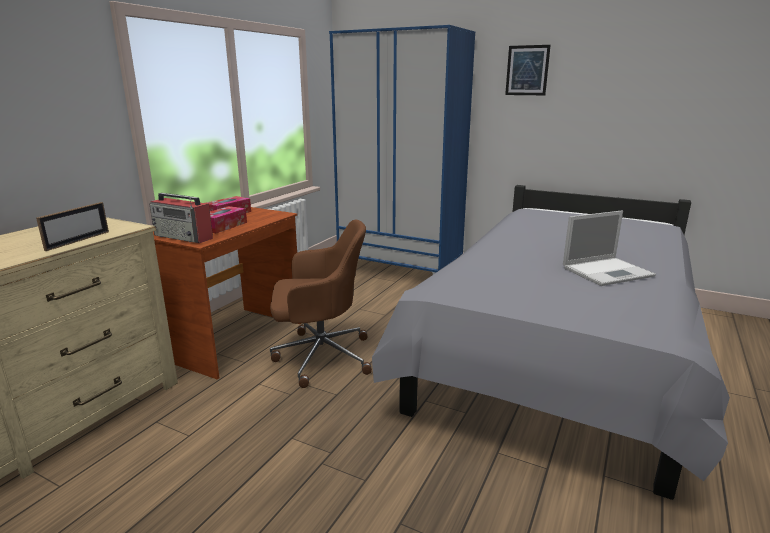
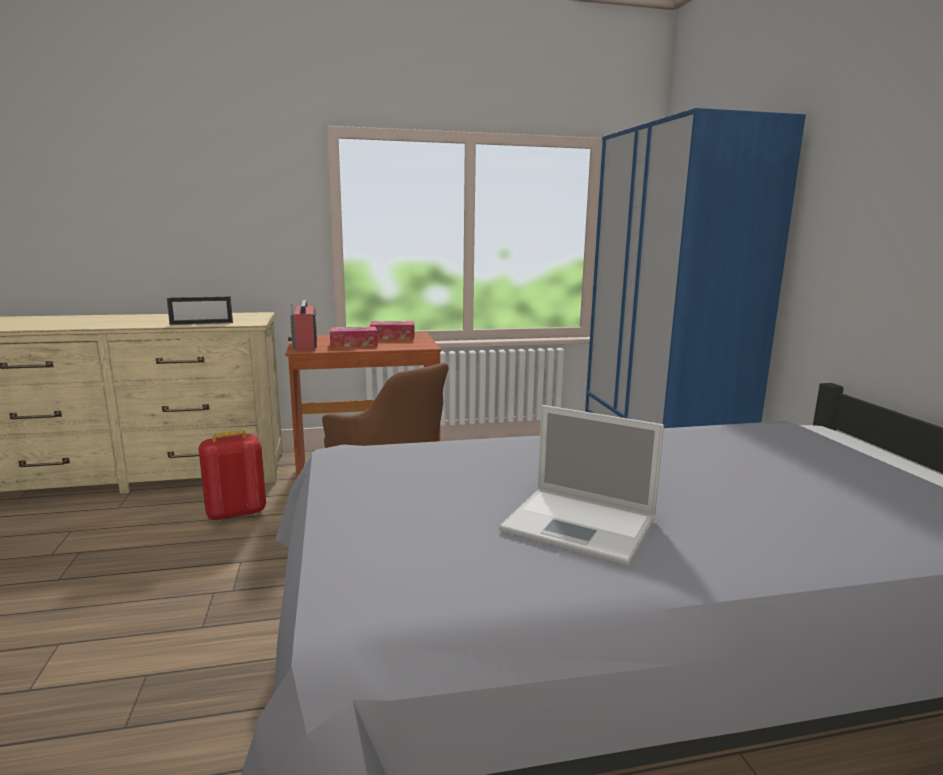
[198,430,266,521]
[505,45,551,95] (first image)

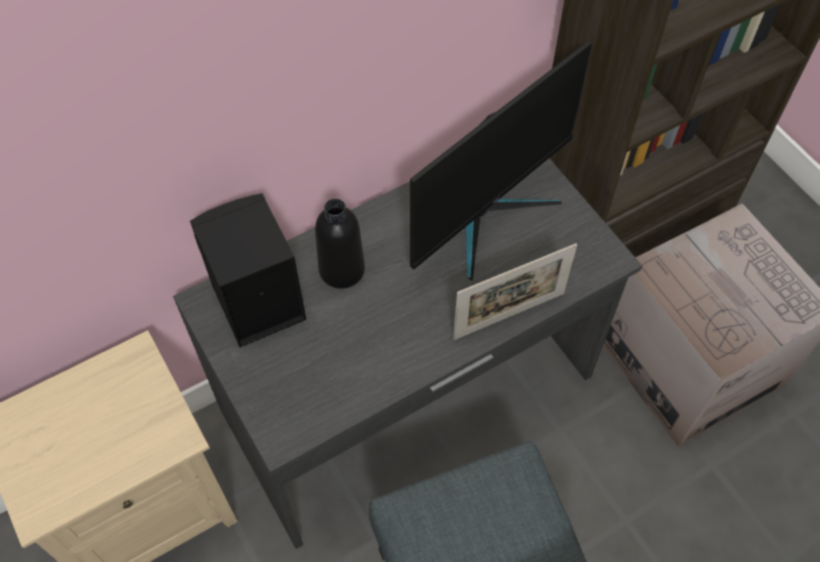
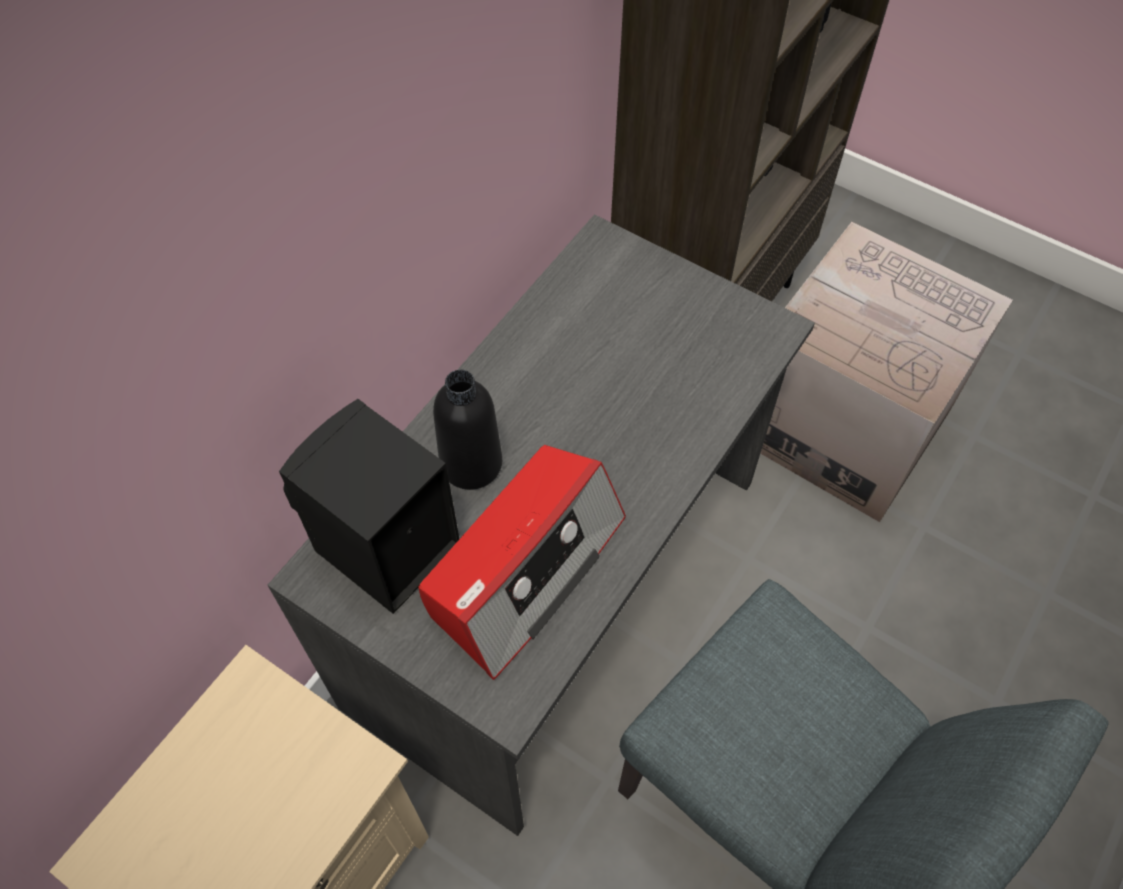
[418,445,626,680]
[410,41,592,281] (first image)
[453,243,577,340] (first image)

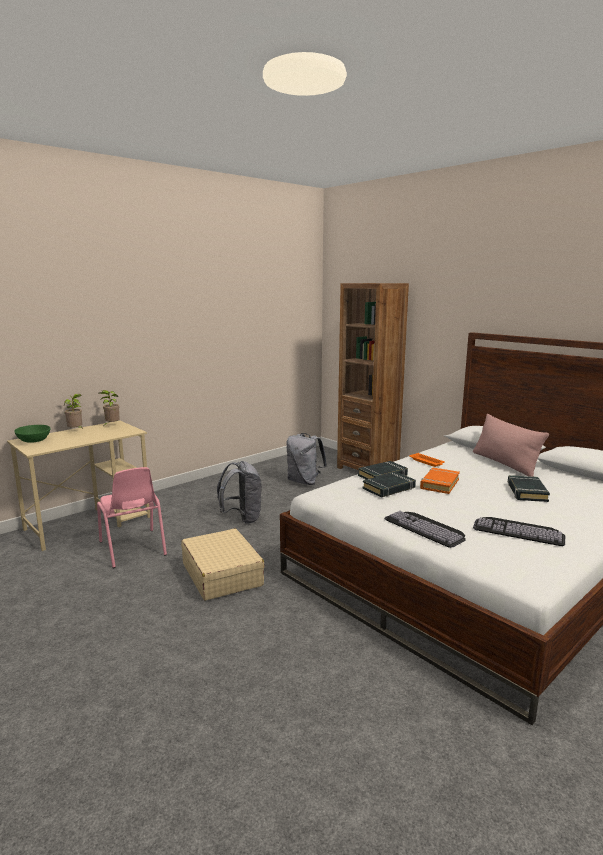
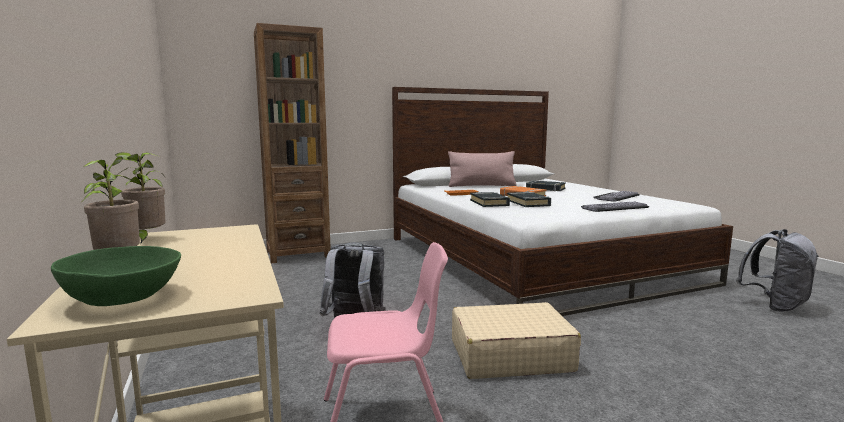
[736,229,819,312]

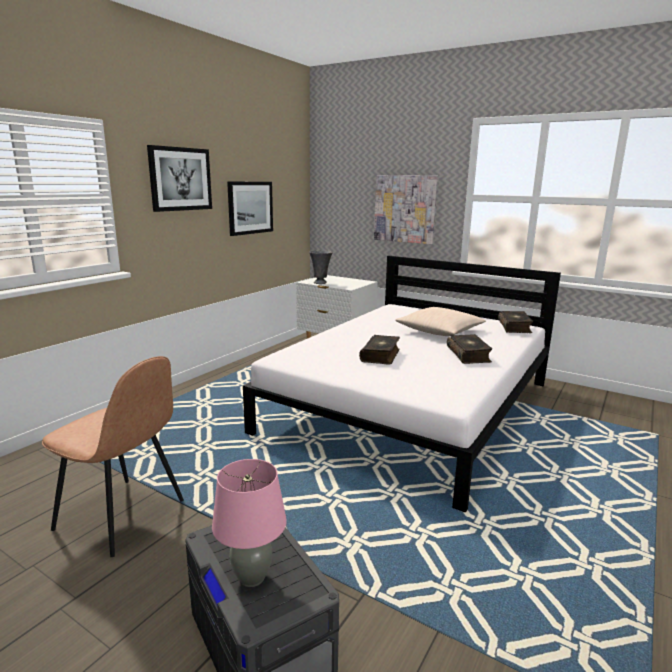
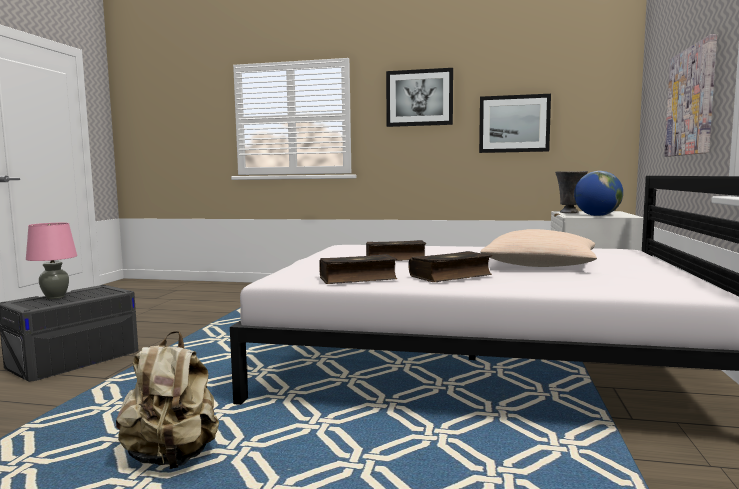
[116,331,219,469]
[319,254,397,284]
[574,171,623,216]
[42,356,184,557] (first image)

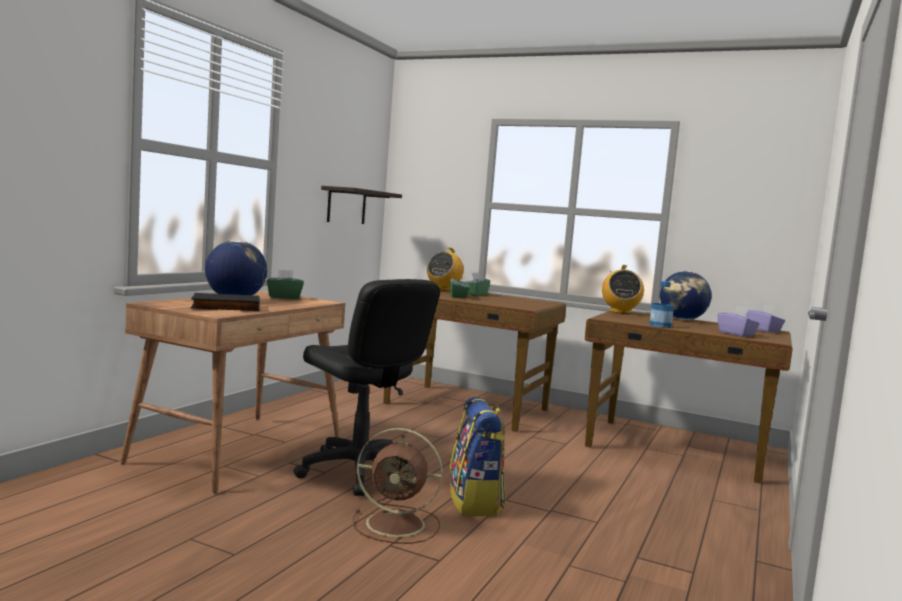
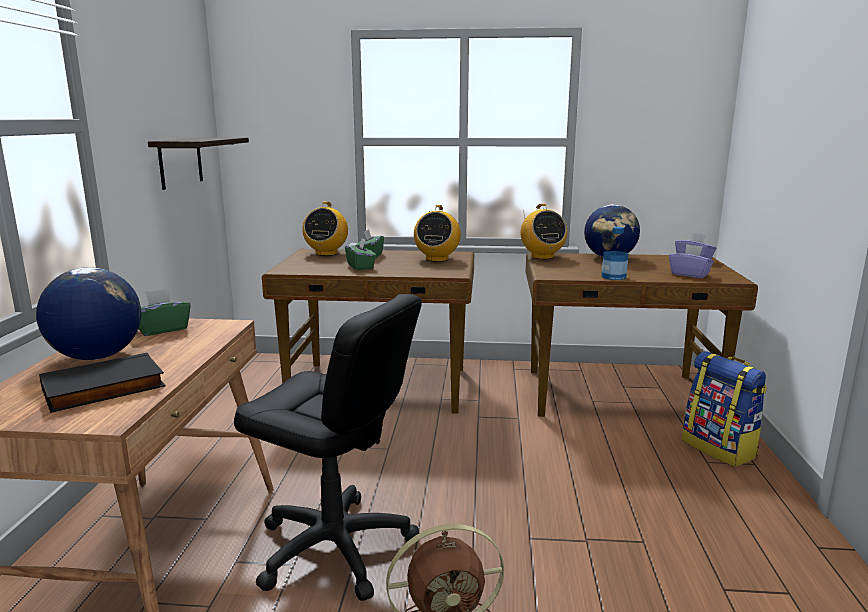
[414,205,461,262]
[682,351,767,467]

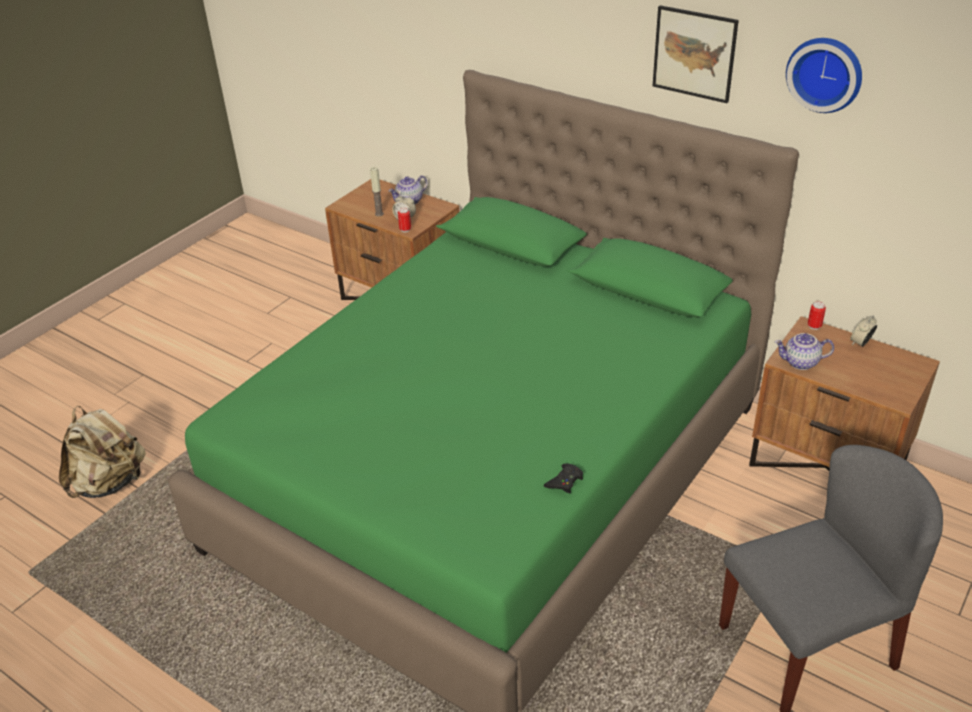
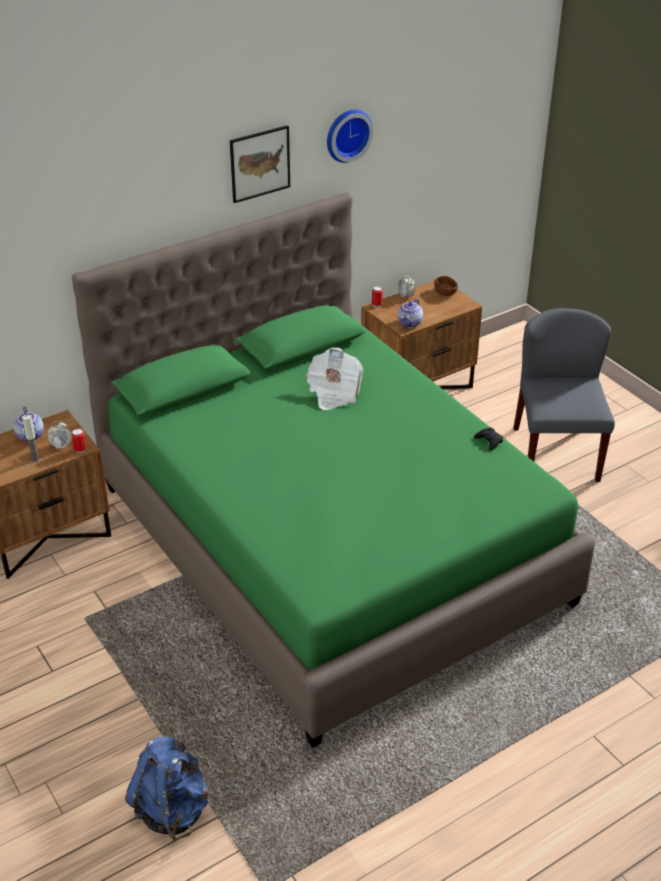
[125,737,208,841]
[306,348,364,410]
[434,276,458,296]

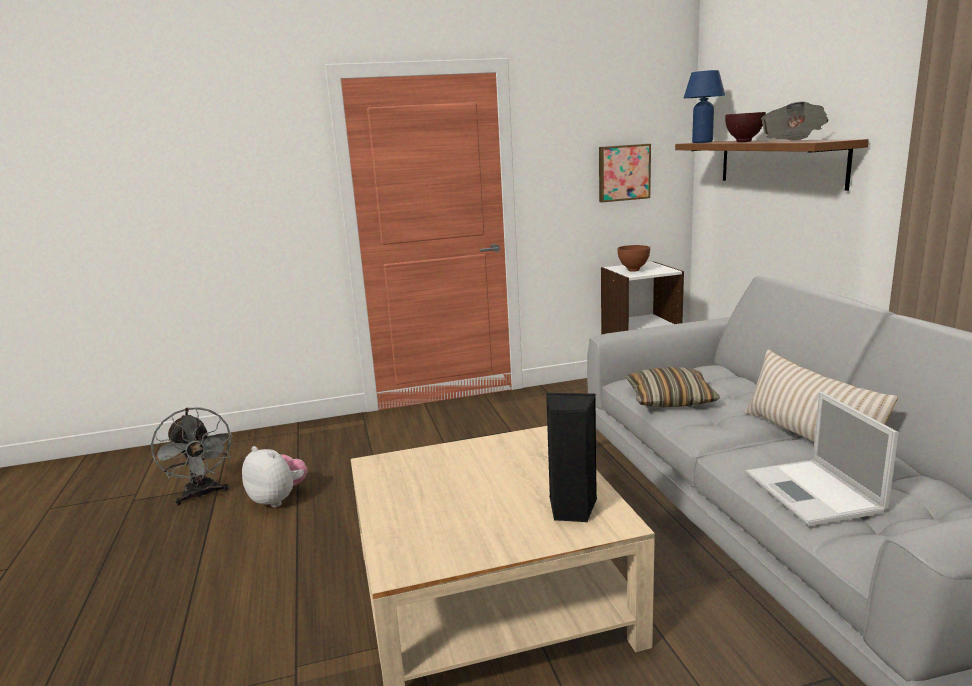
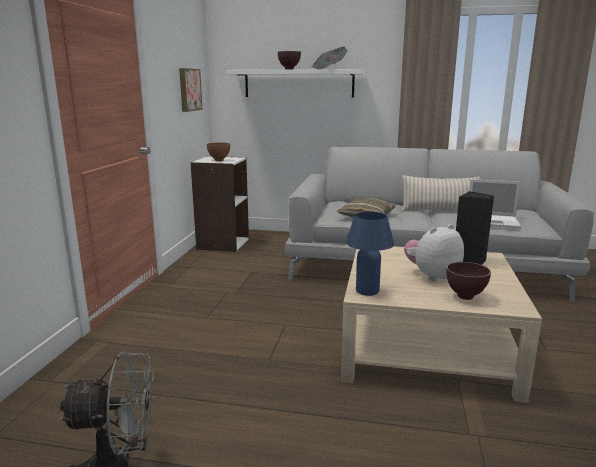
[226,69,365,98]
[346,212,394,296]
[404,224,464,282]
[446,262,491,300]

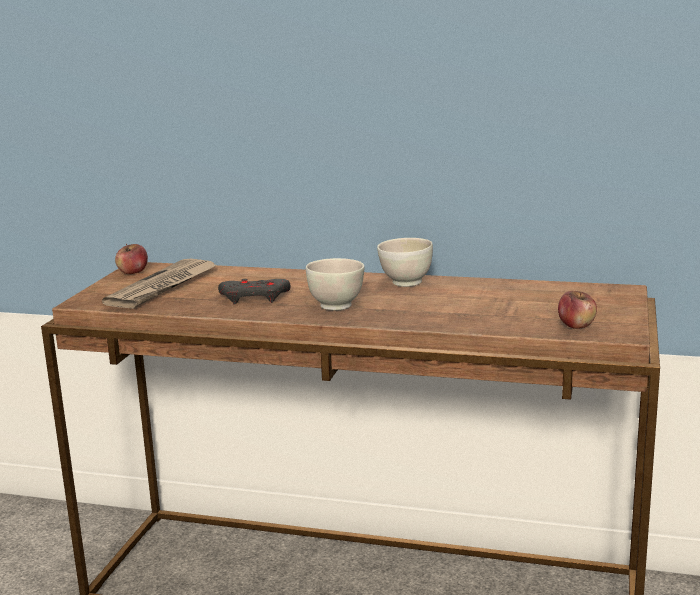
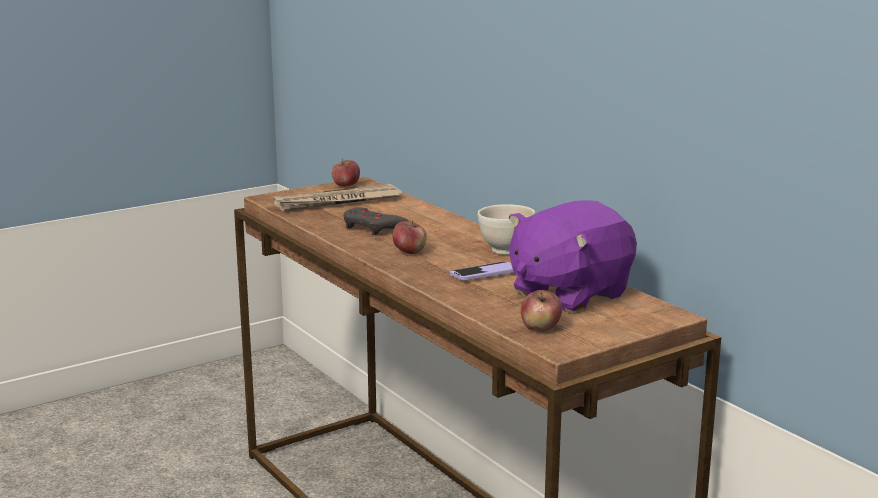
[392,220,427,254]
[450,262,514,281]
[509,200,637,312]

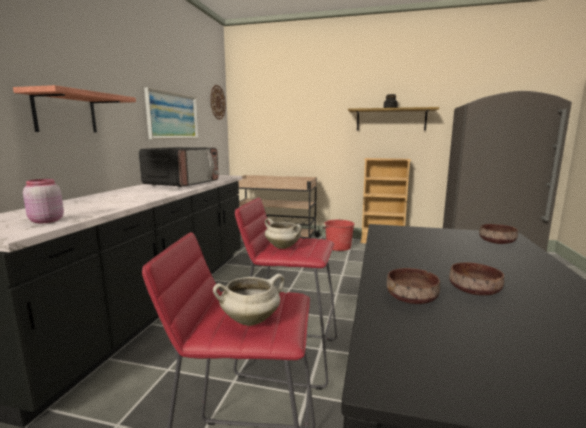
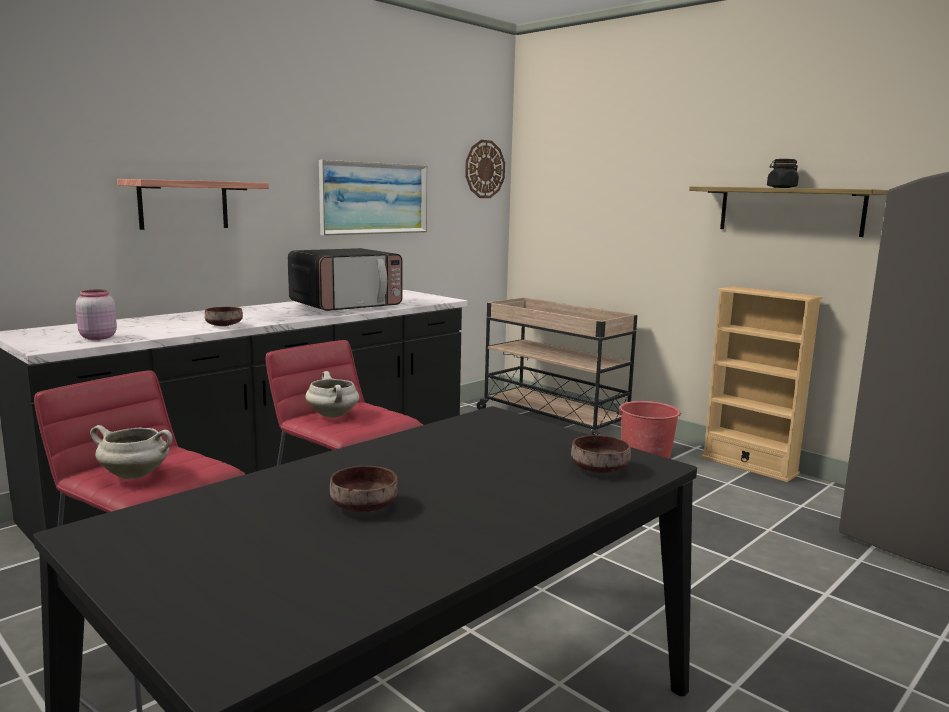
[205,307,243,326]

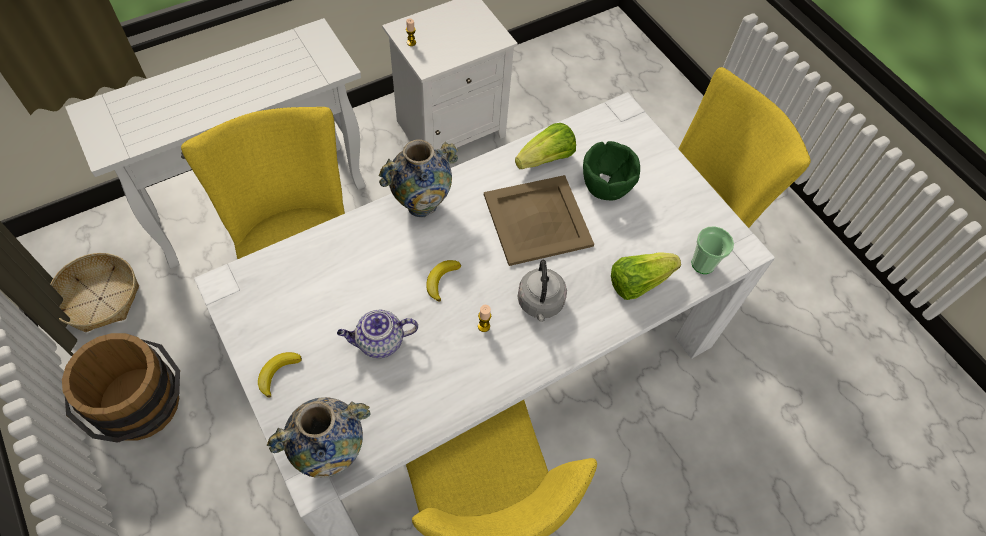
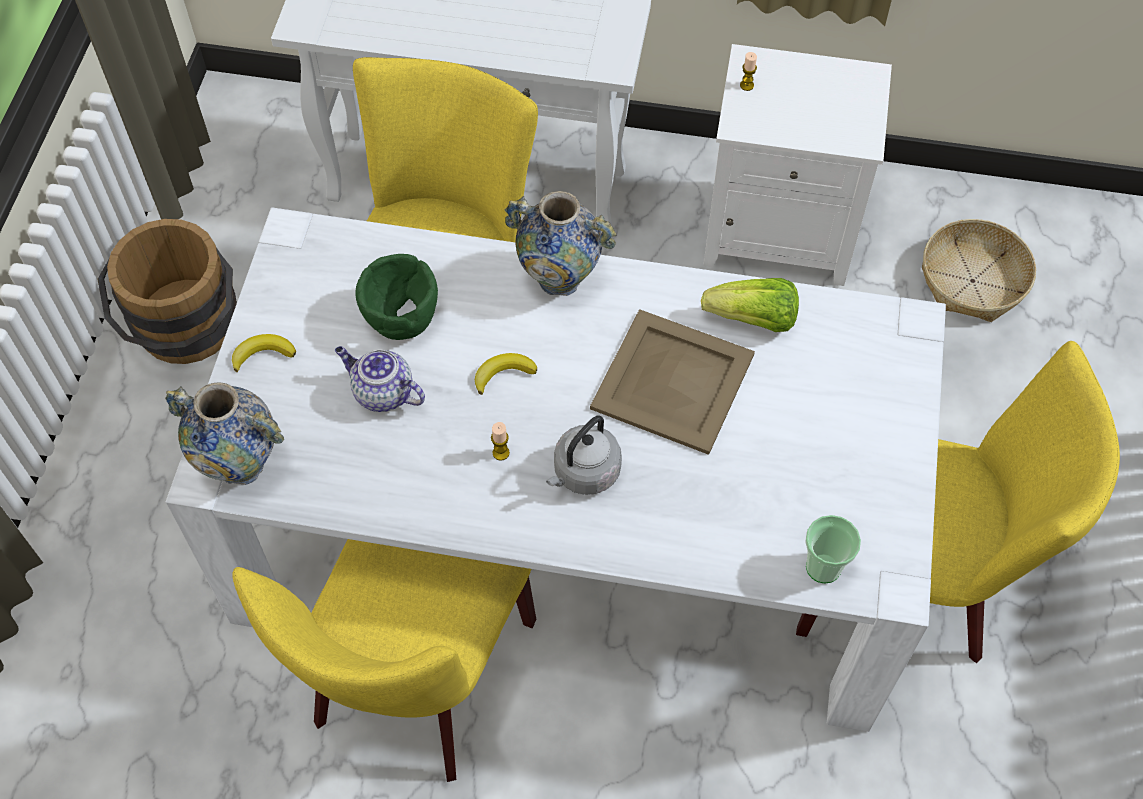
[355,254,438,340]
[922,219,1036,322]
[611,252,681,300] (first image)

